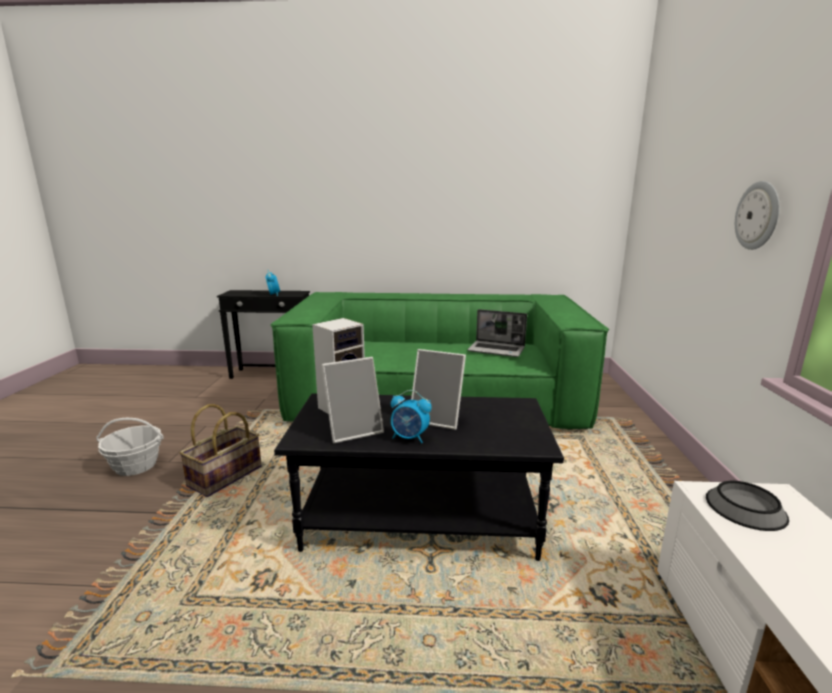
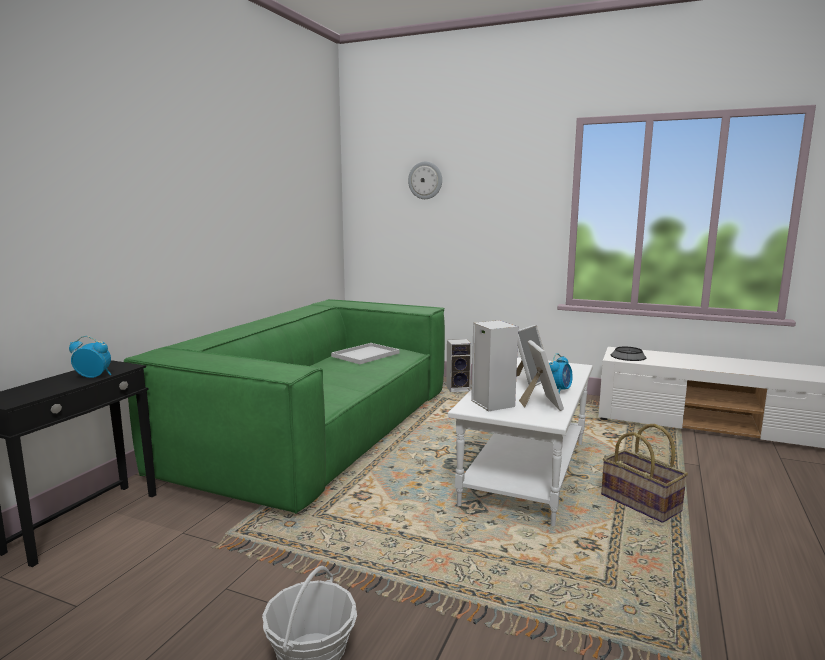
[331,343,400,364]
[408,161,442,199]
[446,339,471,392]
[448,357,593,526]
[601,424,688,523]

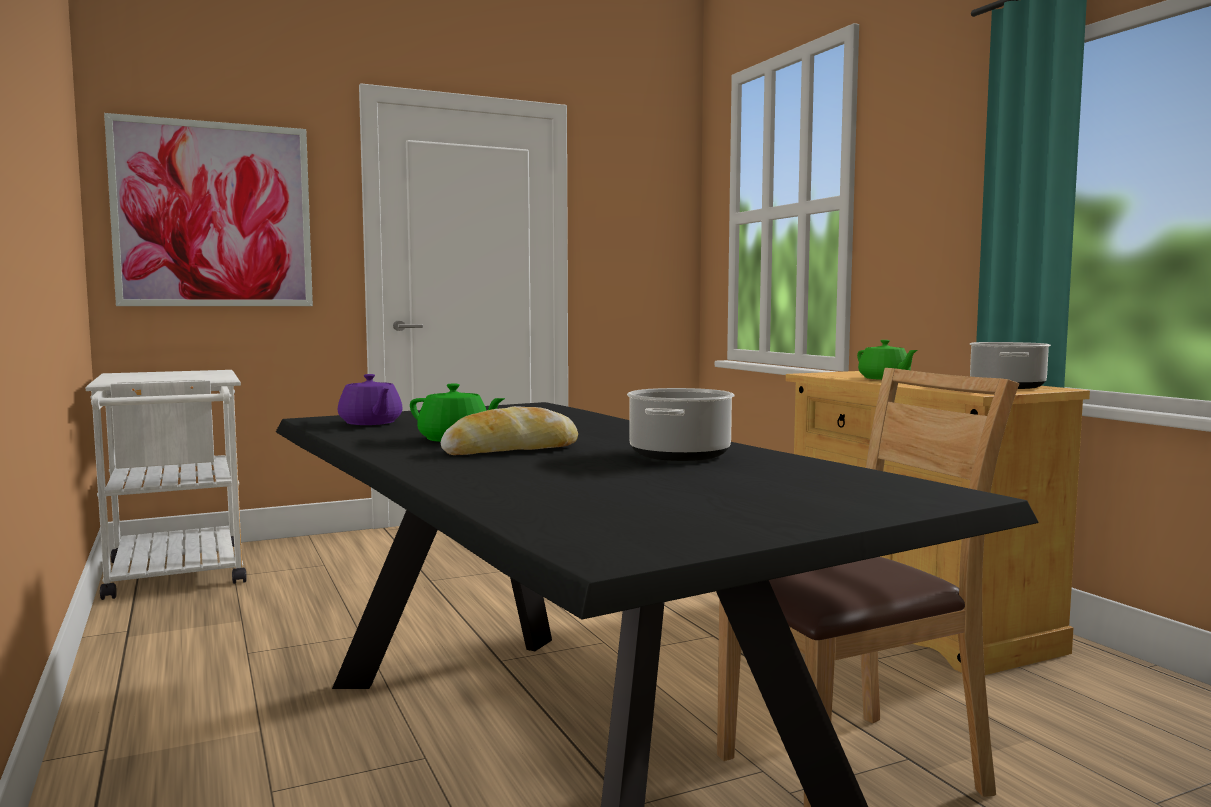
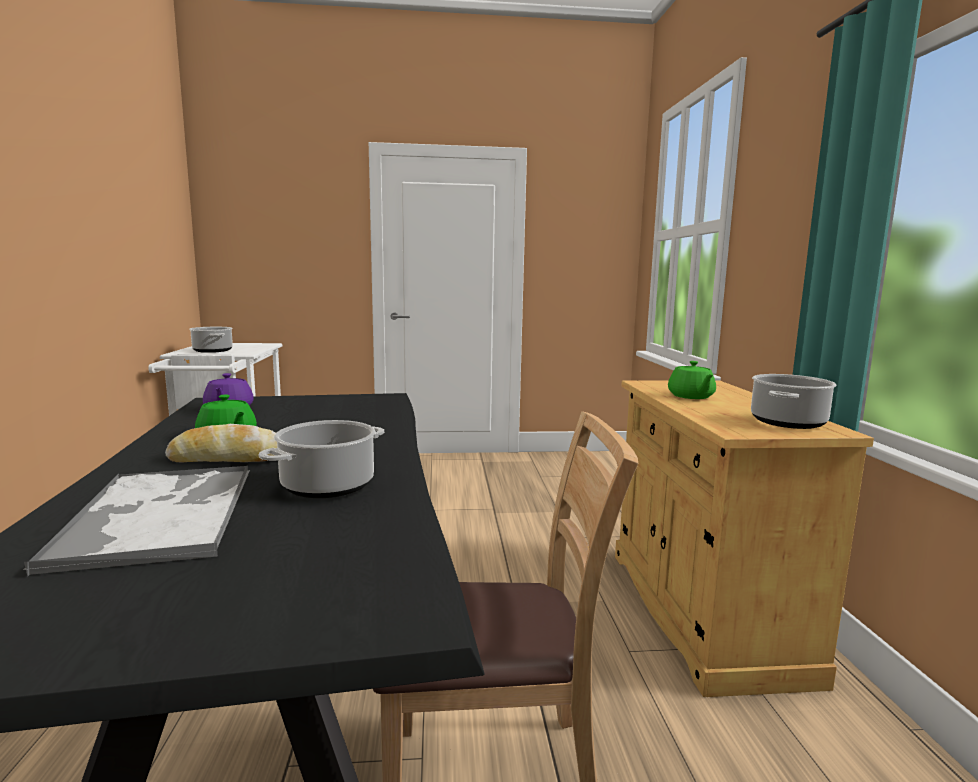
[23,466,250,576]
[189,327,233,353]
[104,113,313,306] (first image)

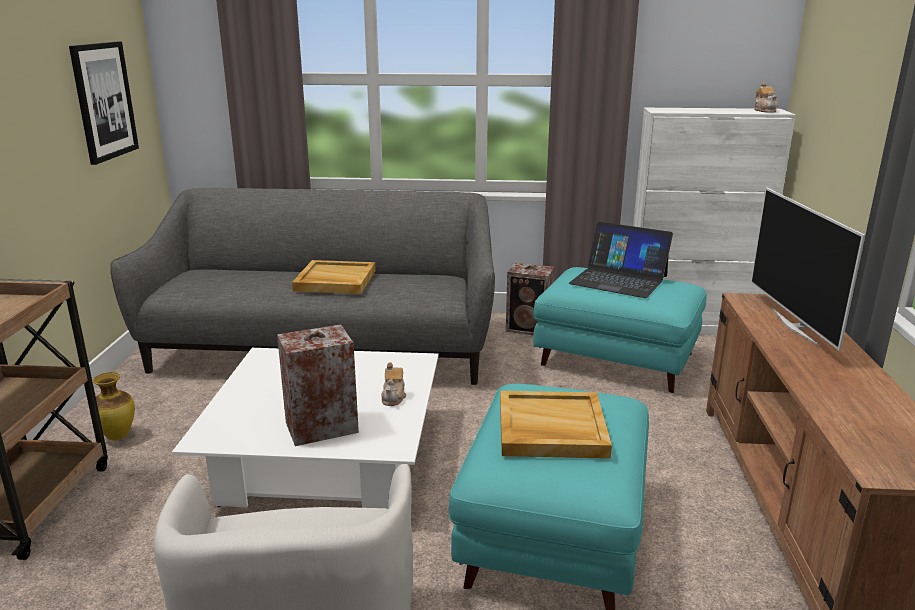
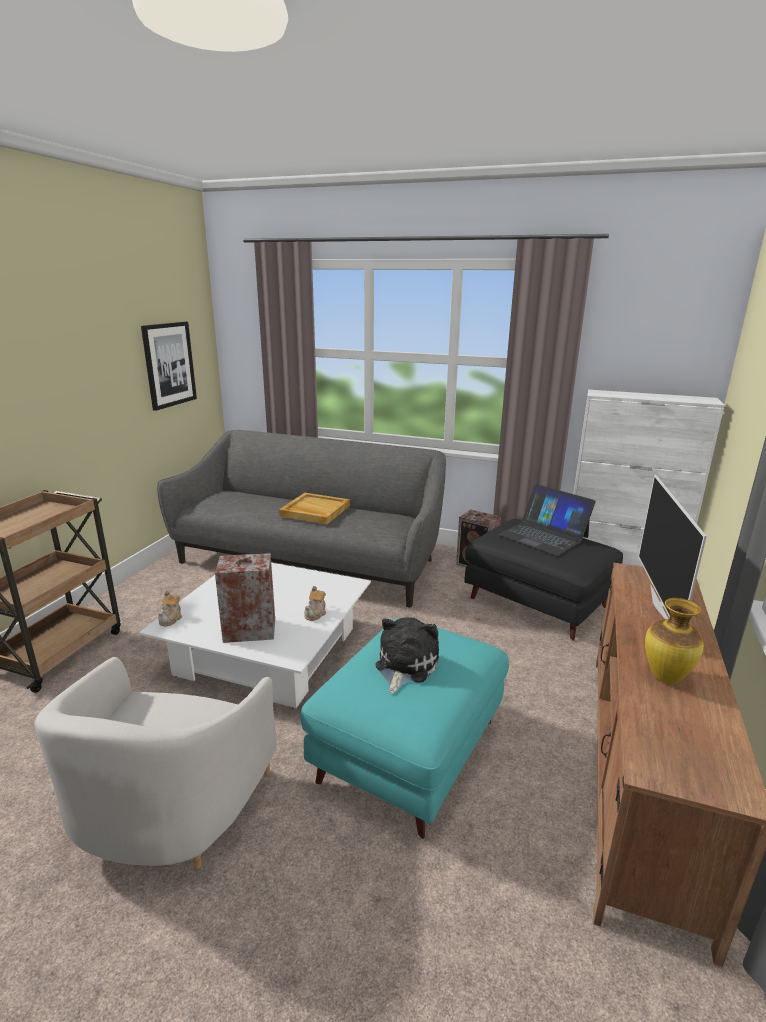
[158,591,182,626]
[375,617,439,694]
[465,519,623,641]
[645,598,704,684]

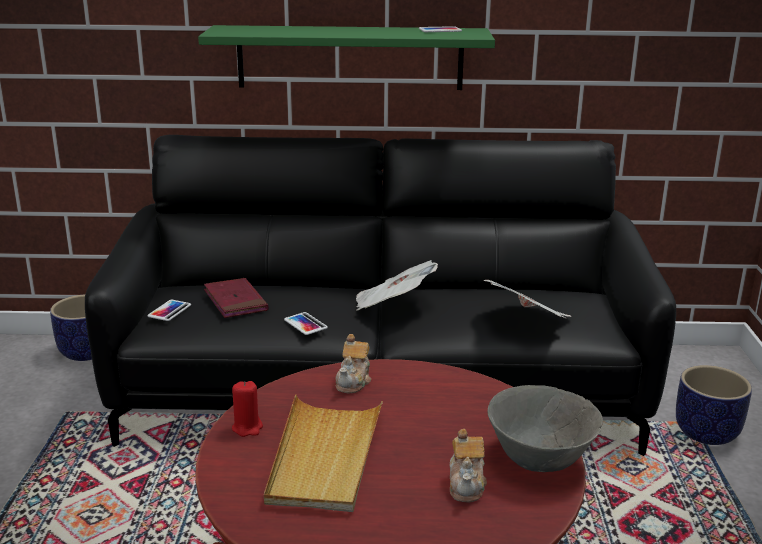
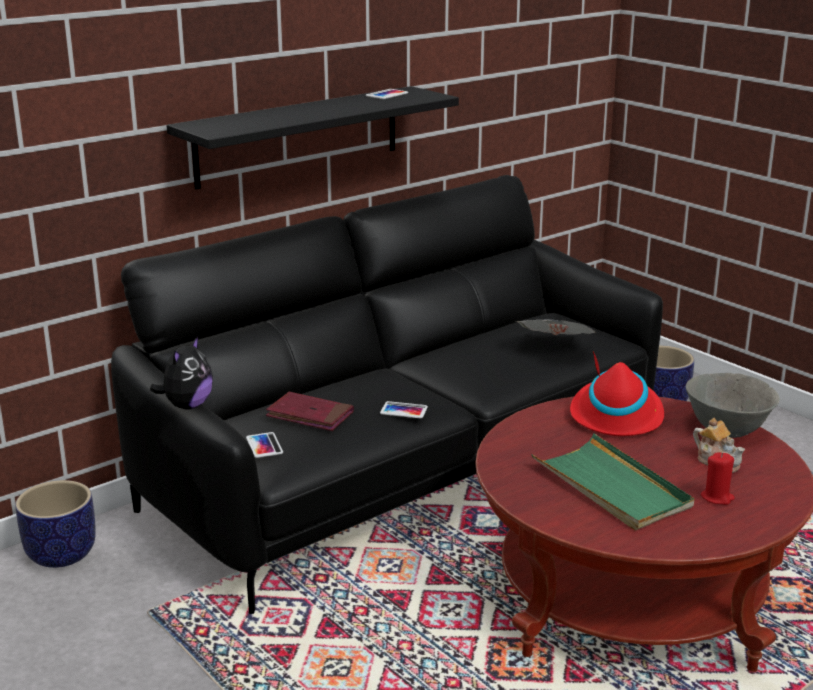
[150,336,213,410]
[166,86,459,189]
[531,433,694,530]
[570,351,664,436]
[701,452,735,505]
[336,334,371,393] (first image)
[356,260,438,311] (first image)

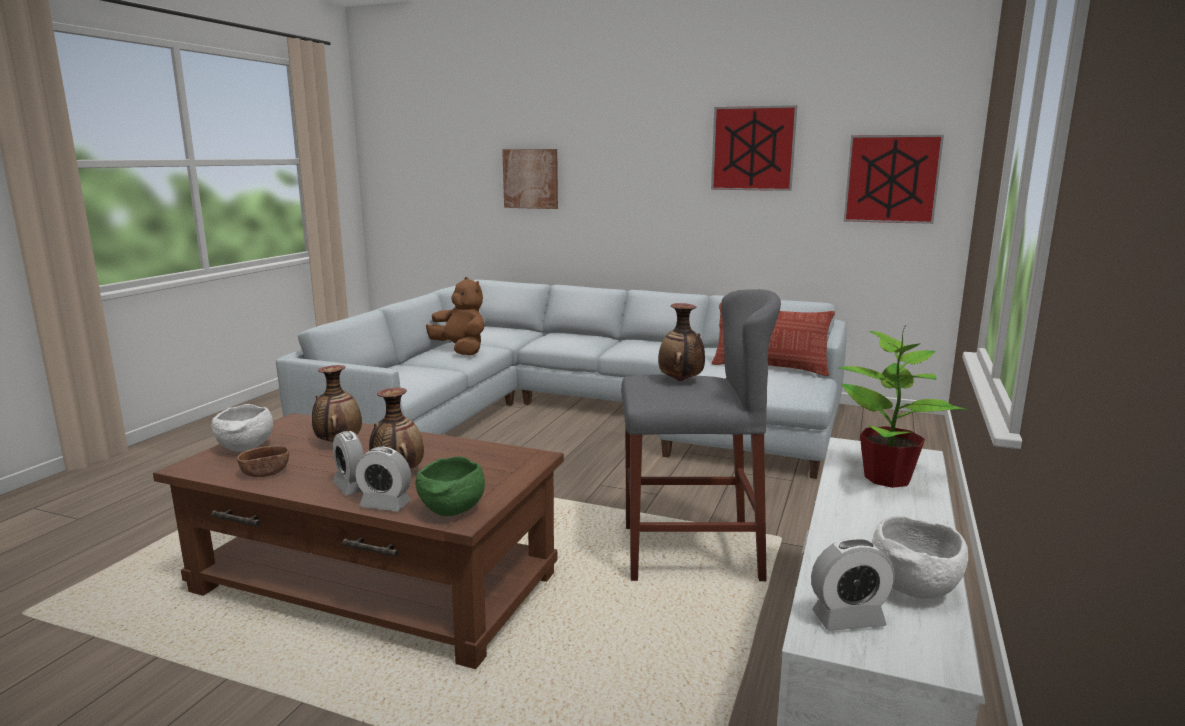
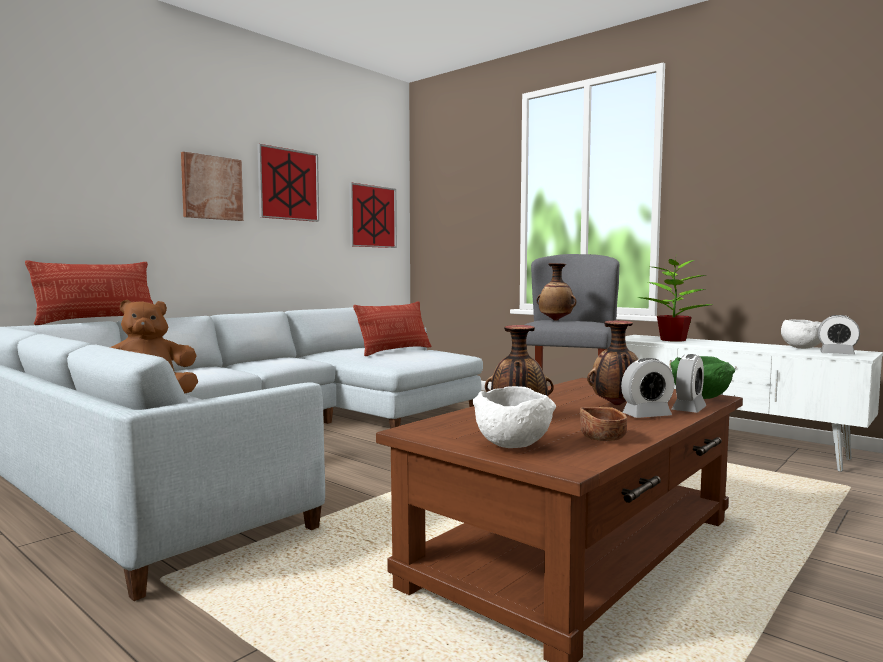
[25,260,153,325]
[181,152,243,221]
[818,315,860,354]

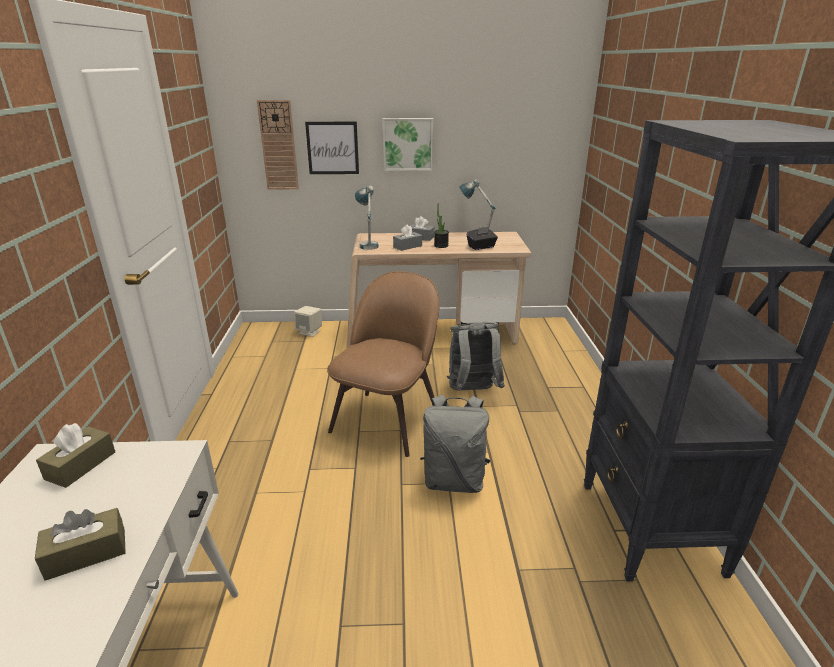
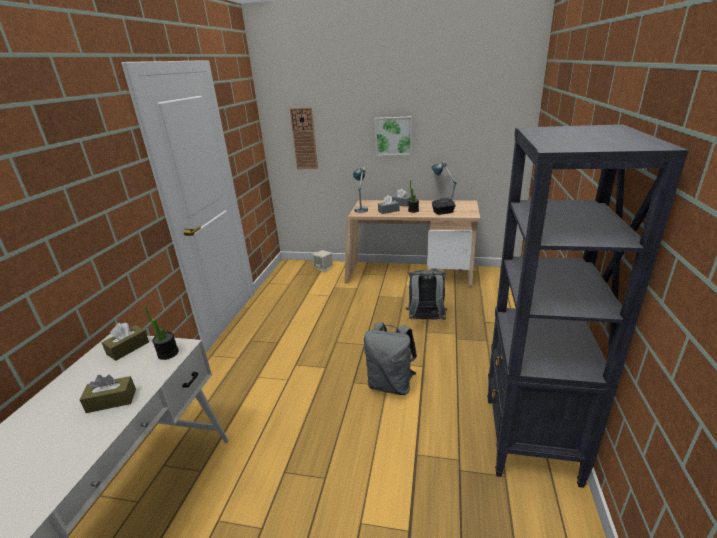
[144,306,179,360]
[305,122,359,174] (first image)
[327,271,440,457] (first image)

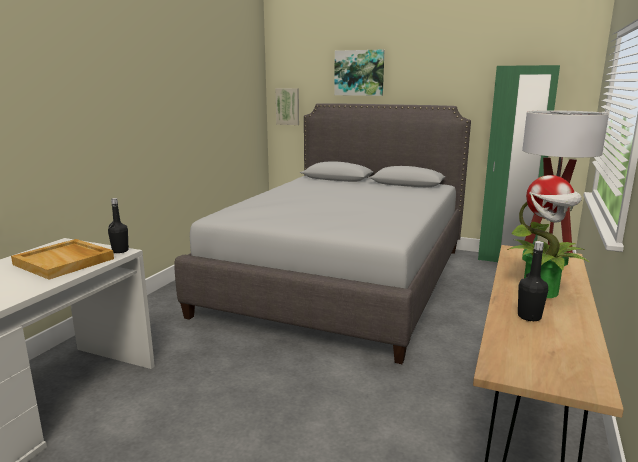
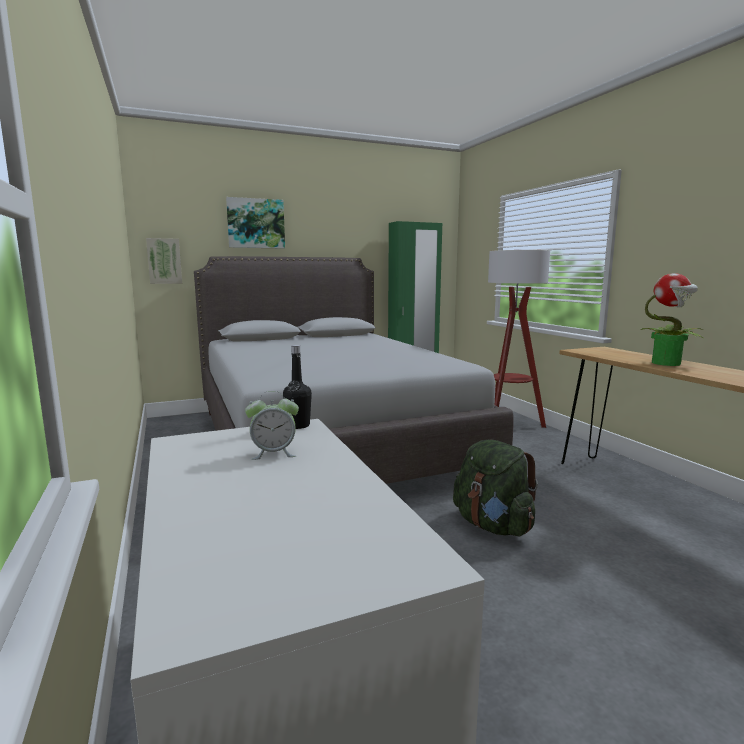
[245,391,299,460]
[453,439,538,536]
[518,241,548,321] (first image)

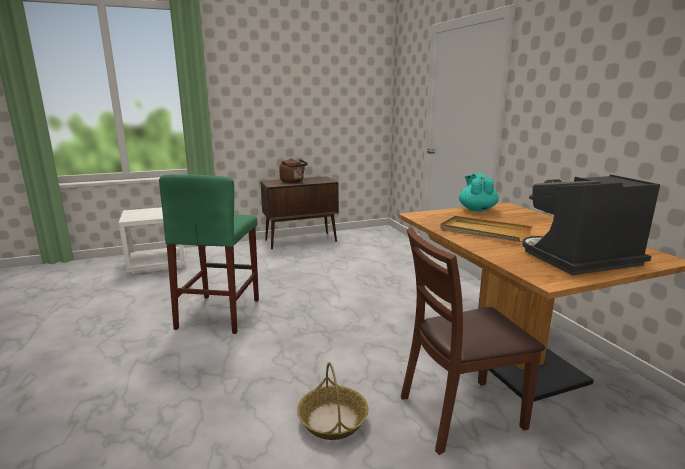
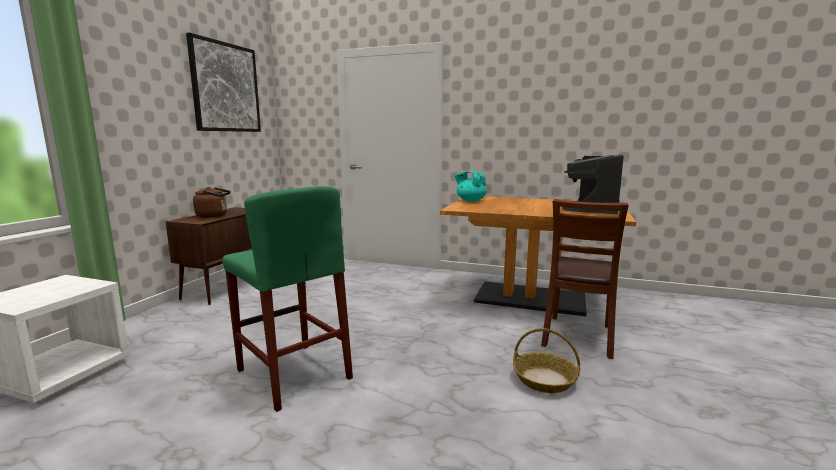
[186,33,261,132]
[440,216,532,242] (first image)

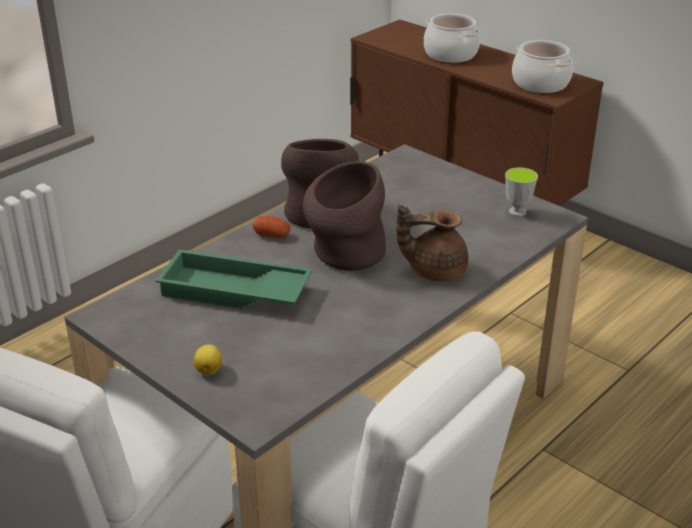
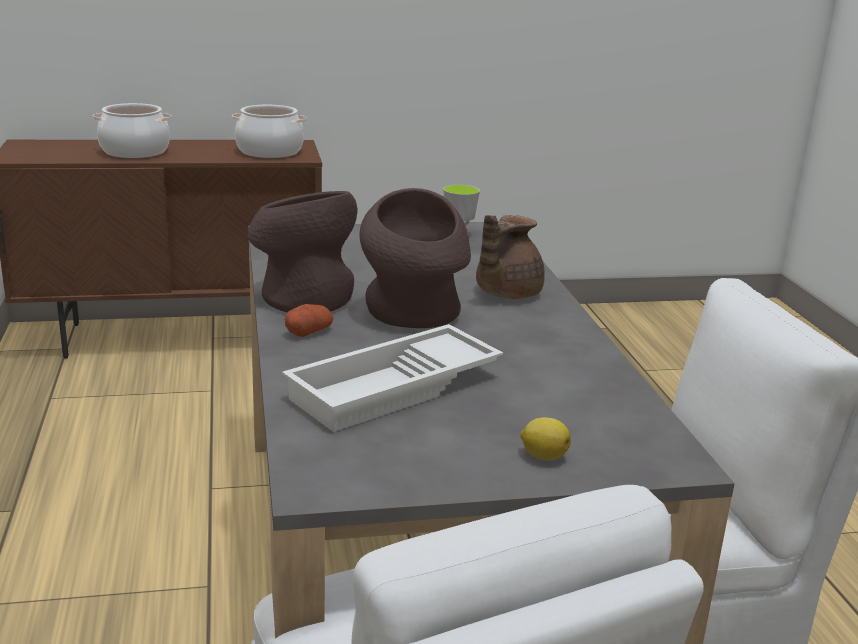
[282,324,503,432]

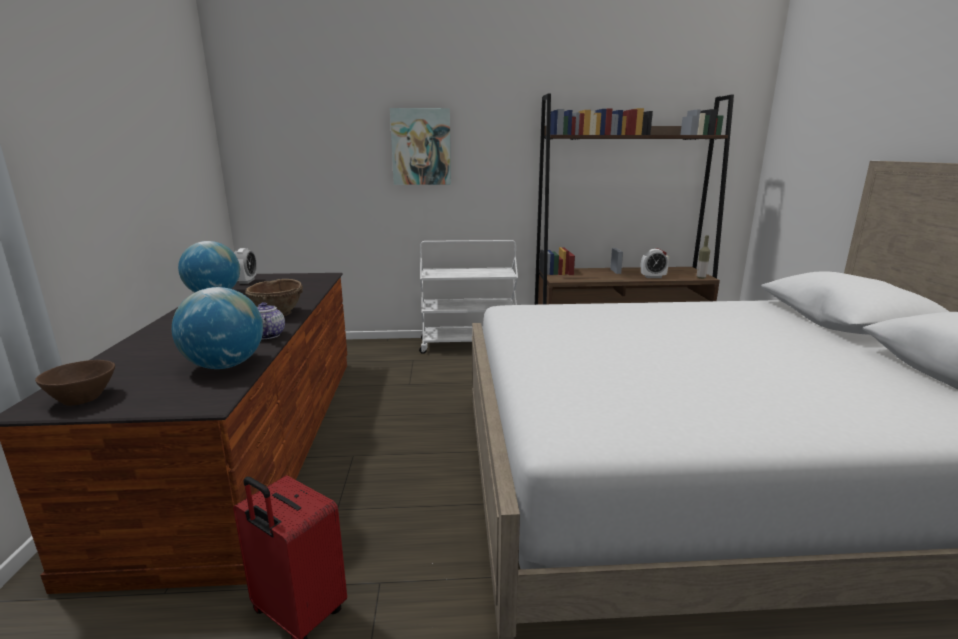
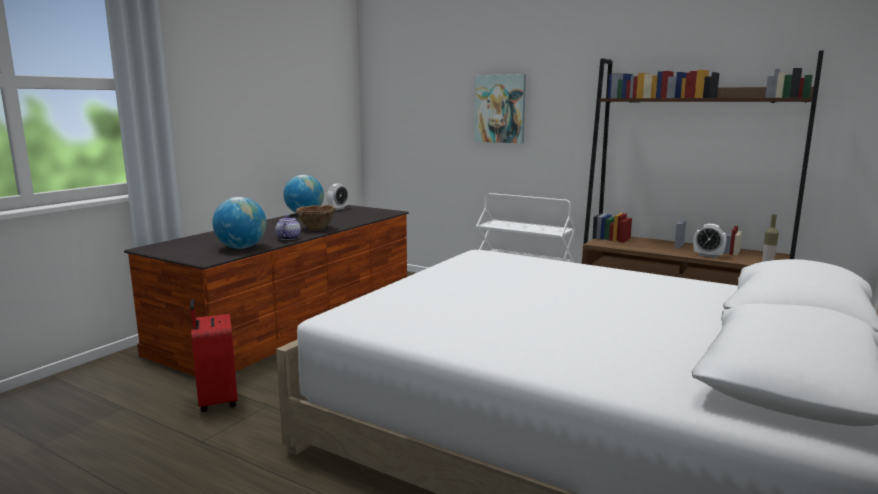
[35,360,115,406] (first image)

